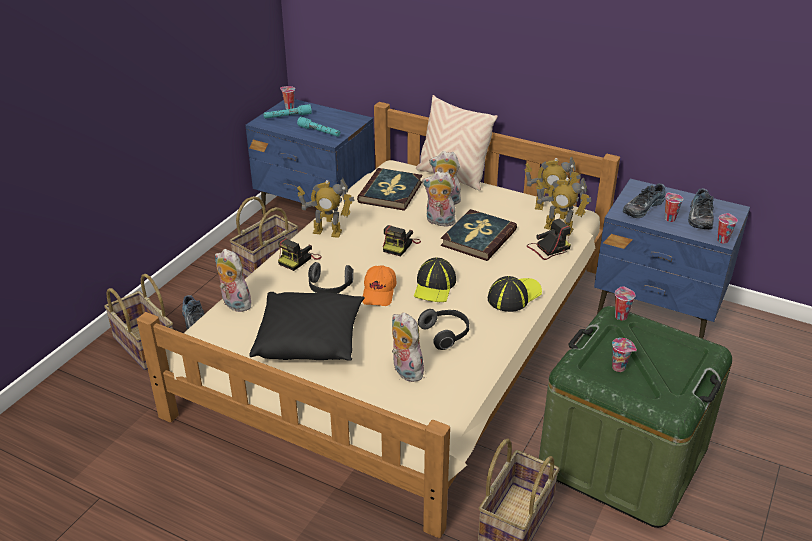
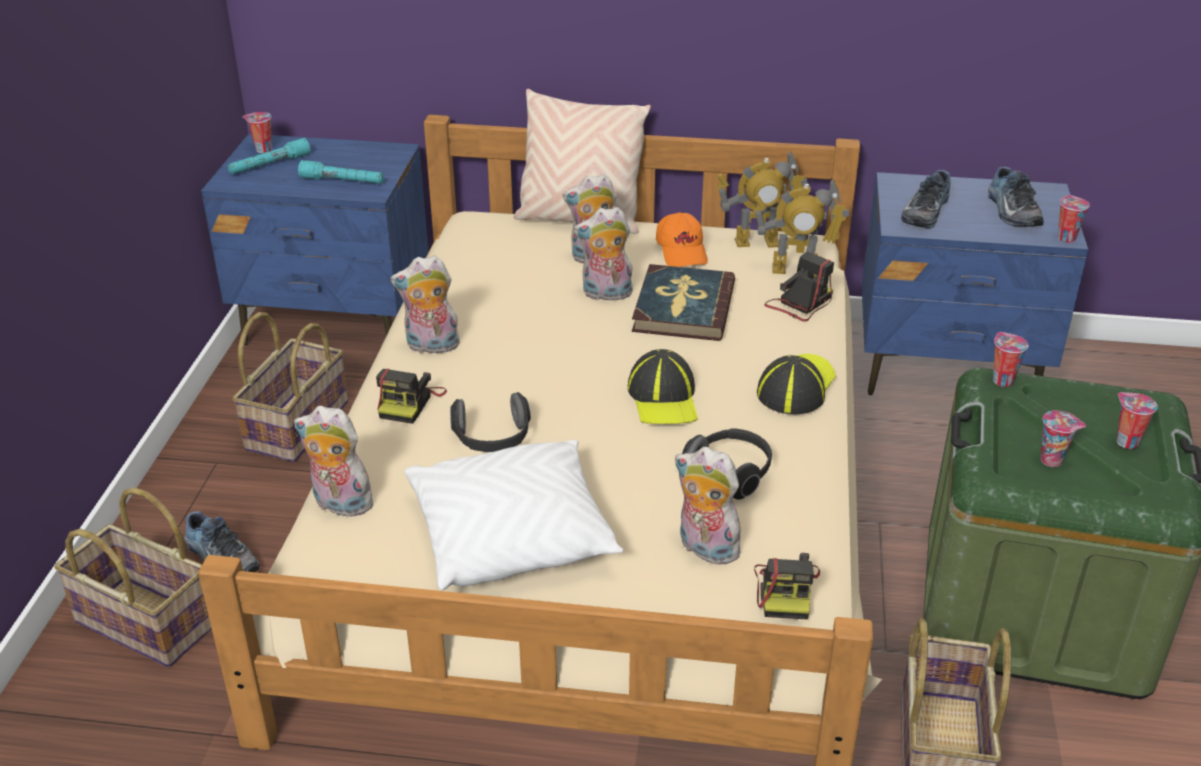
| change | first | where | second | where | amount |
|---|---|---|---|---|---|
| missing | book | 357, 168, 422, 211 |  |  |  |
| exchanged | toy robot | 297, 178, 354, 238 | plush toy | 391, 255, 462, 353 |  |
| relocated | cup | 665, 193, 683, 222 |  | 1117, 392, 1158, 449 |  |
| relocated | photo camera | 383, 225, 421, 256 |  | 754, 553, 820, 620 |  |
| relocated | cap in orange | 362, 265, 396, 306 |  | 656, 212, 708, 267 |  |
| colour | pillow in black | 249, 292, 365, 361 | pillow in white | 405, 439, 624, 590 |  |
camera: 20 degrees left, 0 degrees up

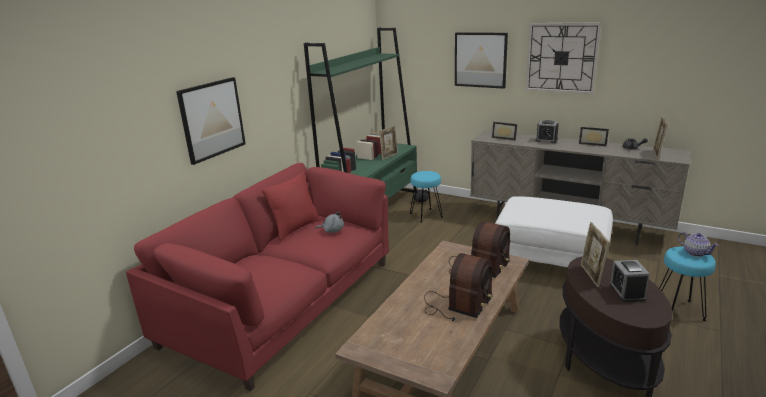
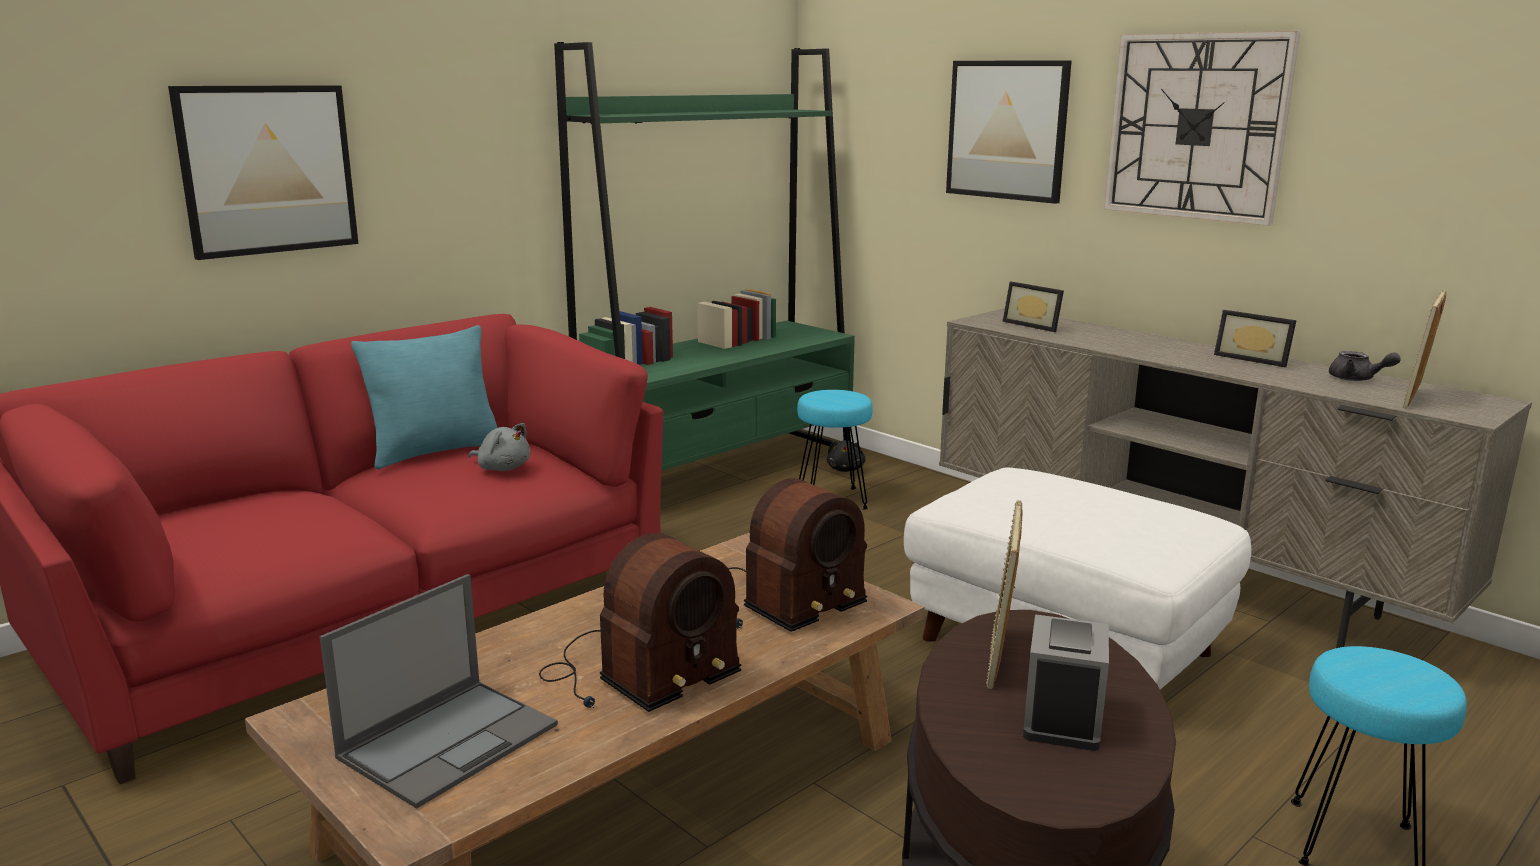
| change | first | where | second | where | amount |
|---|---|---|---|---|---|
| missing | alarm clock | 535, 120, 559, 143 |  |  |  |
| missing | picture frame | 379, 126, 398, 160 |  |  |  |
| colour | pillow in red | 262, 172, 321, 241 | pillow in turquoise | 351, 325, 498, 469 |  |
| missing | teapot | 678, 232, 719, 257 |  |  |  |
| appeared |  |  | laptop | 320, 574, 558, 809 |  |
camera: 15 degrees right, 5 degrees down

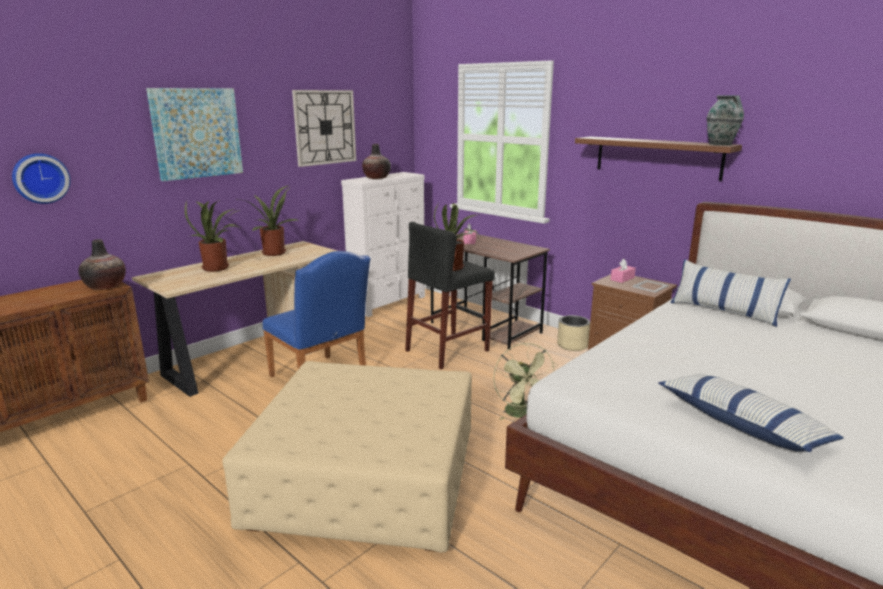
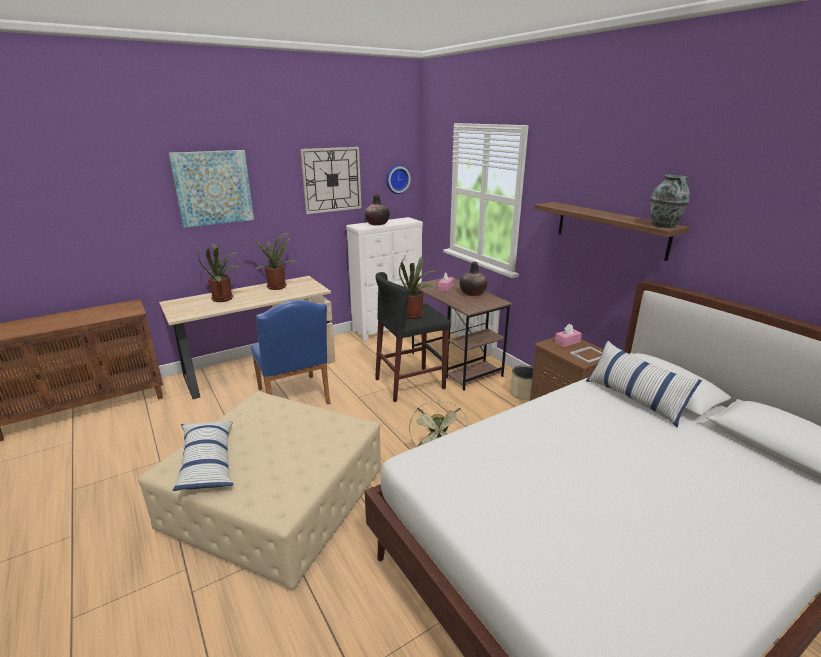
| change | first | where | second | where | amount |
|---|---|---|---|---|---|
| relocated | wall clock | 12, 153, 71, 204 |  | 386, 165, 411, 194 |  |
| relocated | vase | 78, 239, 126, 290 |  | 460, 262, 488, 296 |  |
| relocated | pillow | 658, 374, 844, 452 |  | 173, 422, 233, 491 |  |
camera: 15 degrees right, 5 degrees up

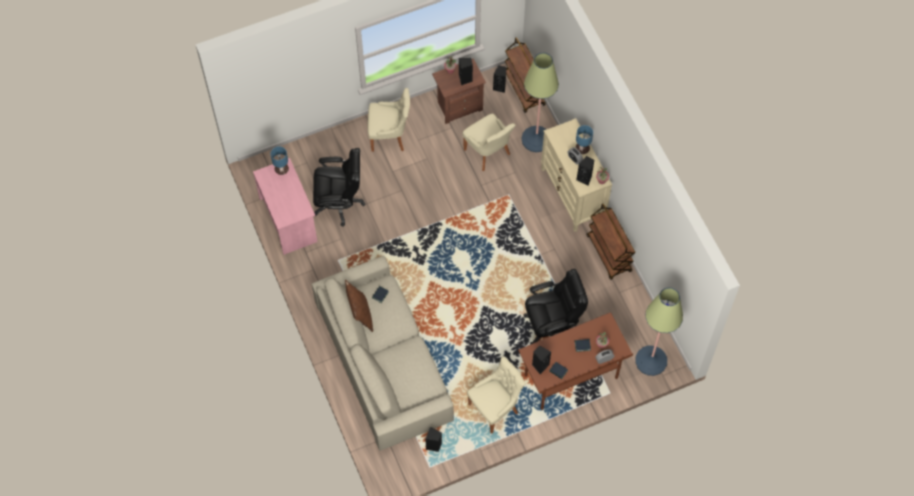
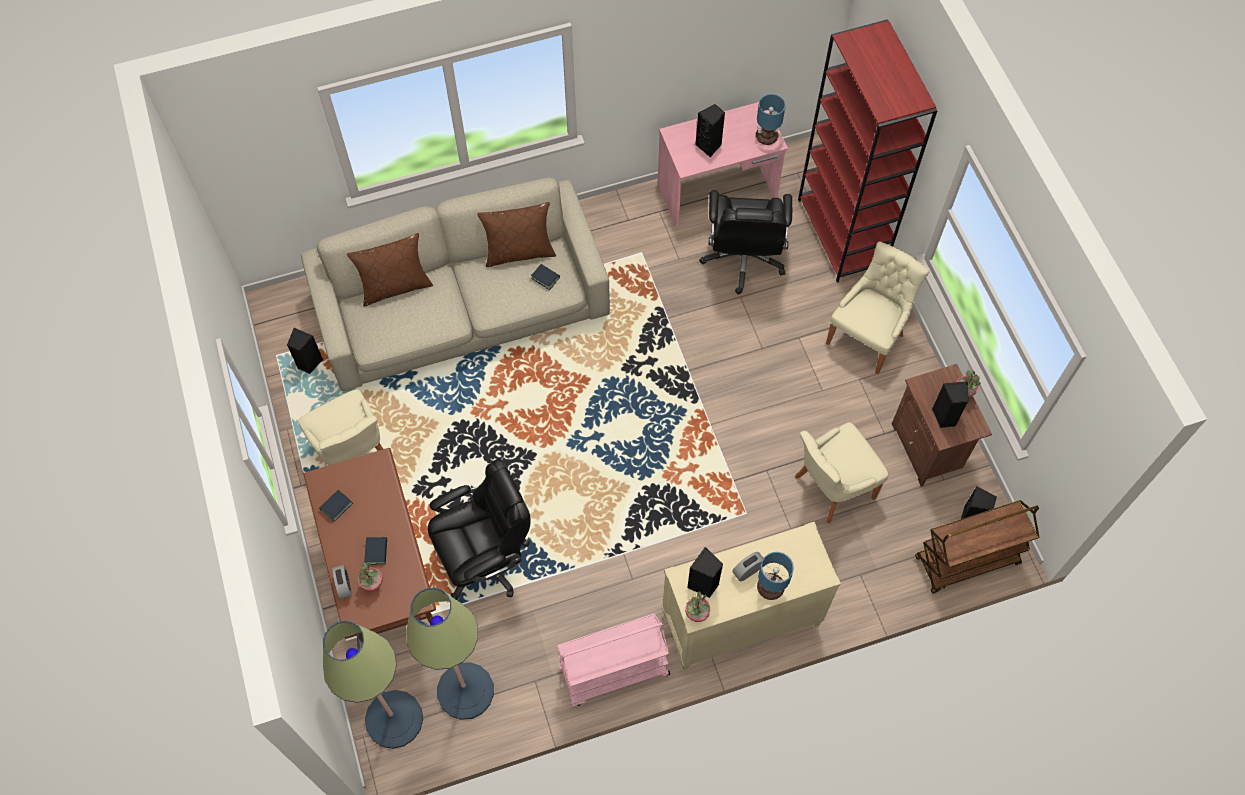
| change | first | where | second | where | amount |
|---|---|---|---|---|---|
| relocated | floor lamp | 521, 52, 559, 152 |  | 406, 587, 494, 720 |  |
| spun | chair in beige | 368, 88, 410, 152 |  | 826, 242, 930, 374 | 150 degrees counterclockwise |
| colour | cart in brown | 587, 204, 635, 280 | cart in pink | 557, 614, 670, 707 |  |
| spun | office chair in black | 524, 269, 588, 345 |  | 428, 459, 531, 600 | 105 degrees counterclockwise |
| relocated | speaker in black | 532, 346, 551, 374 |  | 695, 104, 725, 157 |  |
| appeared |  |  | bookcase in red | 798, 19, 938, 282 |  |
| appeared |  |  | pillow in brown | 347, 233, 433, 307 |  |
camera: 95 degrees right, 0 degrees up

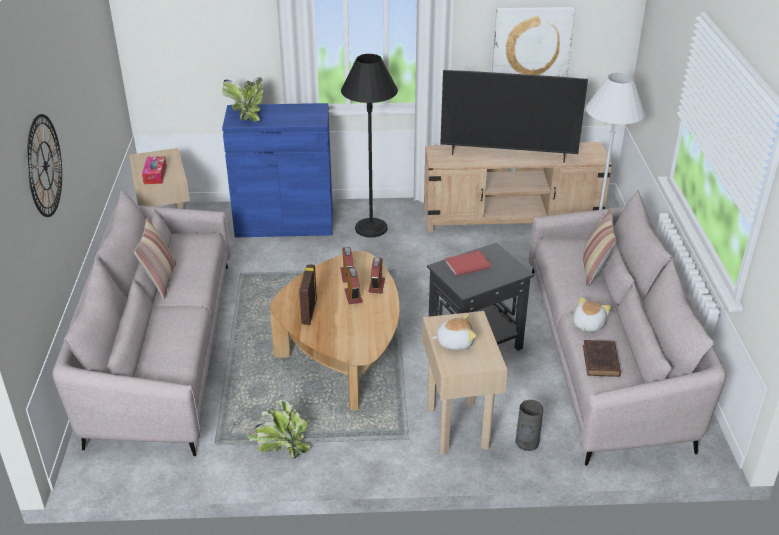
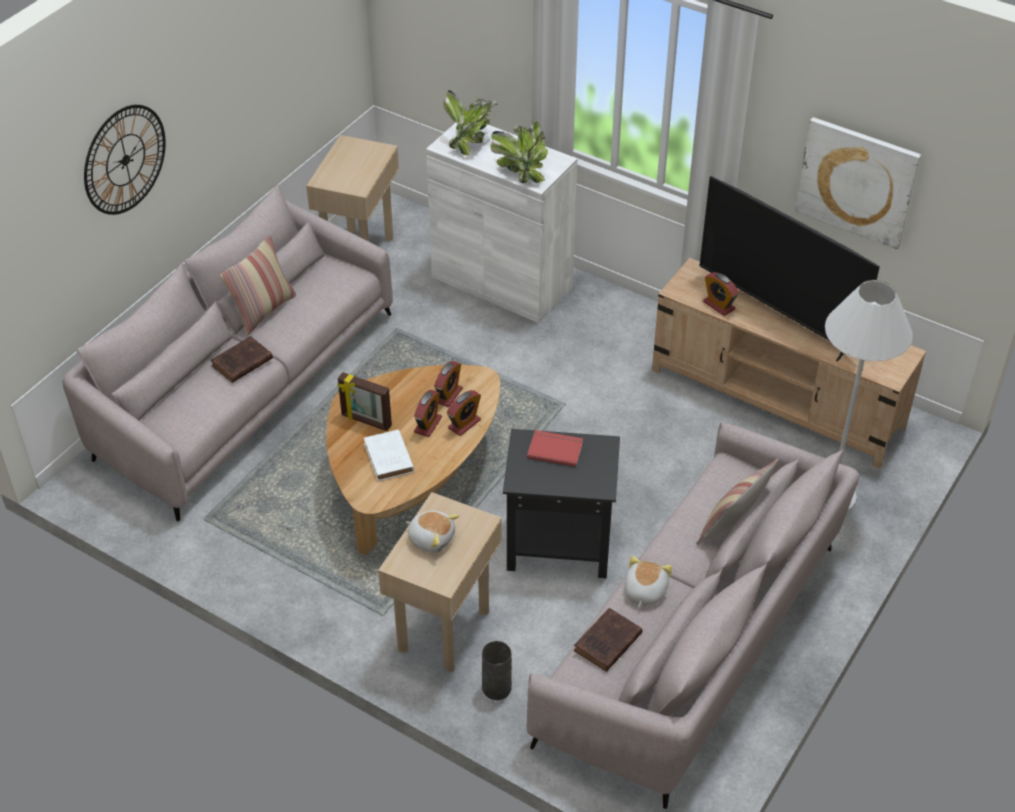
| change | first | where | second | where | amount |
|---|---|---|---|---|---|
| missing | floor lamp in black | 341, 54, 398, 237 |  |  |  |
| colour | cabinet in blue | 222, 103, 333, 238 | cabinet in white | 426, 123, 577, 323 |  |
| missing | tissue box | 142, 156, 167, 184 |  |  |  |
| spun | picture frame | 299, 264, 317, 325 |  | 338, 372, 392, 431 | 105 degrees counterclockwise |
| spun | plush toy | 573, 297, 611, 332 |  | 625, 556, 672, 607 | 45 degrees counterclockwise |
| relocated | potted plant | 247, 399, 311, 459 |  | 490, 121, 548, 183 |  |
| appeared |  |  | alarm clock | 703, 272, 739, 316 |  |
| appeared |  |  | book in brown | 211, 336, 273, 383 |  |
| appeared |  |  | book in white | 364, 430, 414, 481 |  |
camera: 35 degrees right, 10 degrees up

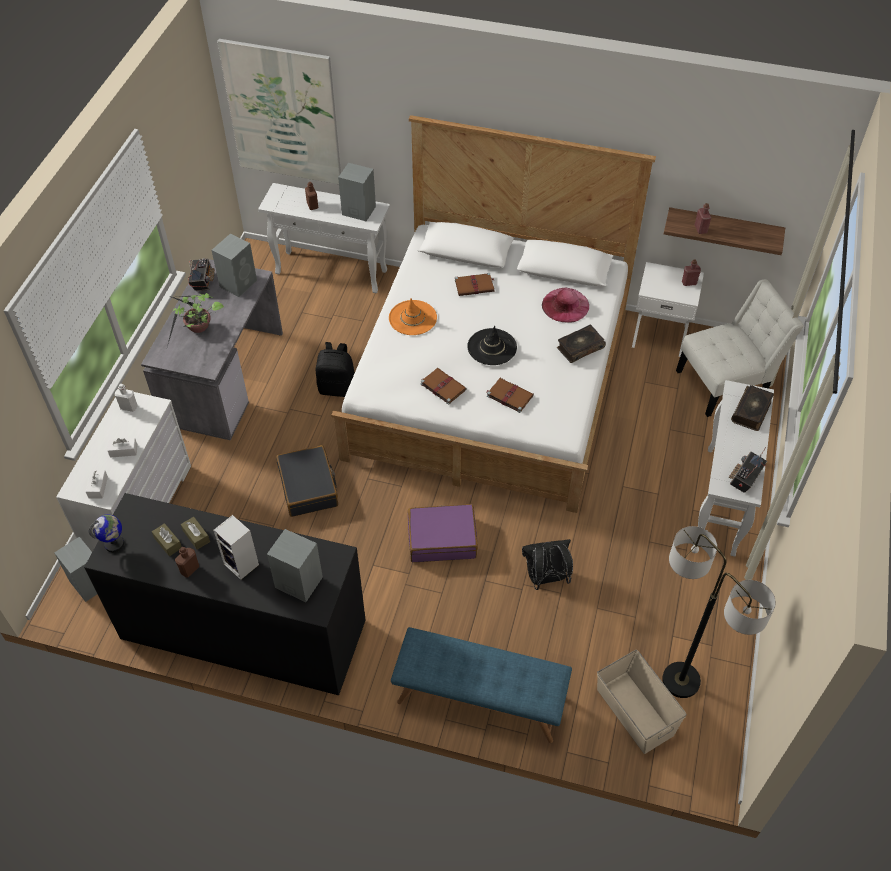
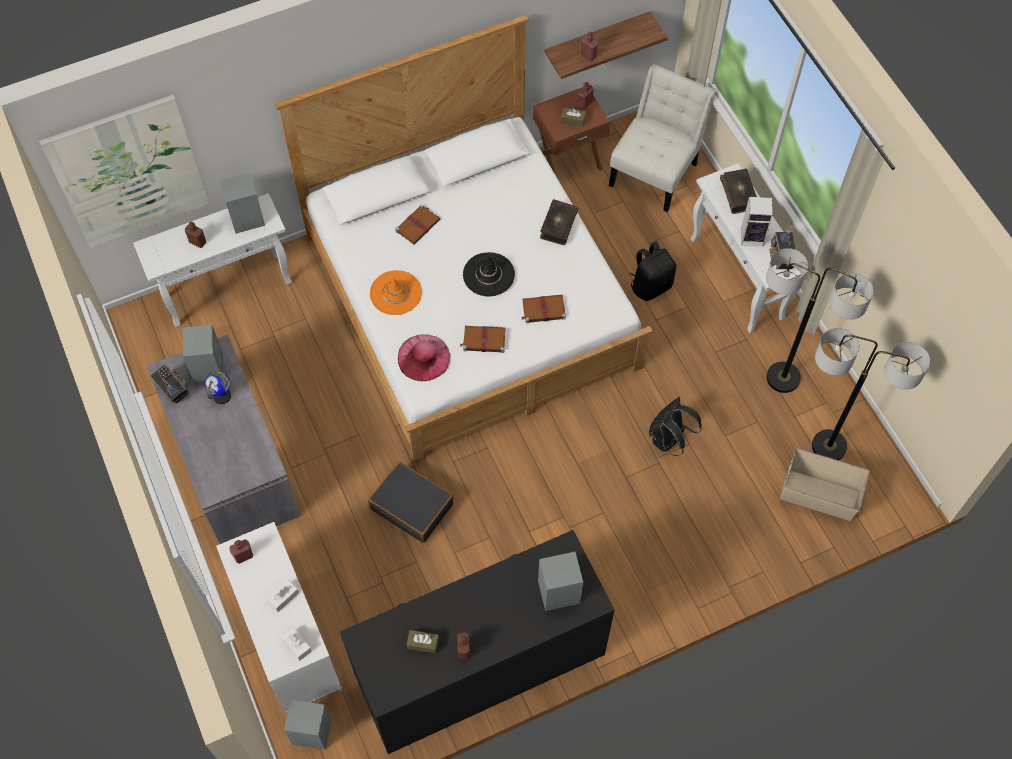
| change | first | where | second | where | amount |
|---|---|---|---|---|---|
| colour | nightstand in white | 632, 262, 704, 357 | nightstand in brown | 533, 87, 610, 173 |  |
| relocated | hat in pink | 542, 287, 589, 323 |  | 398, 334, 450, 381 |  |
| missing | potted plant | 167, 293, 224, 346 |  |  |  |
| relocated | backpack in black | 316, 342, 355, 397 |  | 630, 241, 676, 301 |  |
| colour | bottle in white | 115, 384, 138, 412 | bottle in red | 230, 539, 253, 564 |  |
| missing | suitcase in purple | 408, 504, 478, 562 |  |  |  |
| relocated | globe | 89, 515, 124, 552 |  | 204, 371, 231, 404 |  |
| relocated | speaker | 213, 515, 259, 580 |  | 741, 197, 773, 246 |  |
| relocated | tissue box in brown | 181, 517, 210, 550 |  | 561, 107, 586, 127 |  |
| missing | bench in blue | 391, 627, 572, 743 |  |  |  |
| appeared |  |  | floor lamp | 766, 248, 874, 393 |  |
camera: 40 degrees left, 10 degrees up

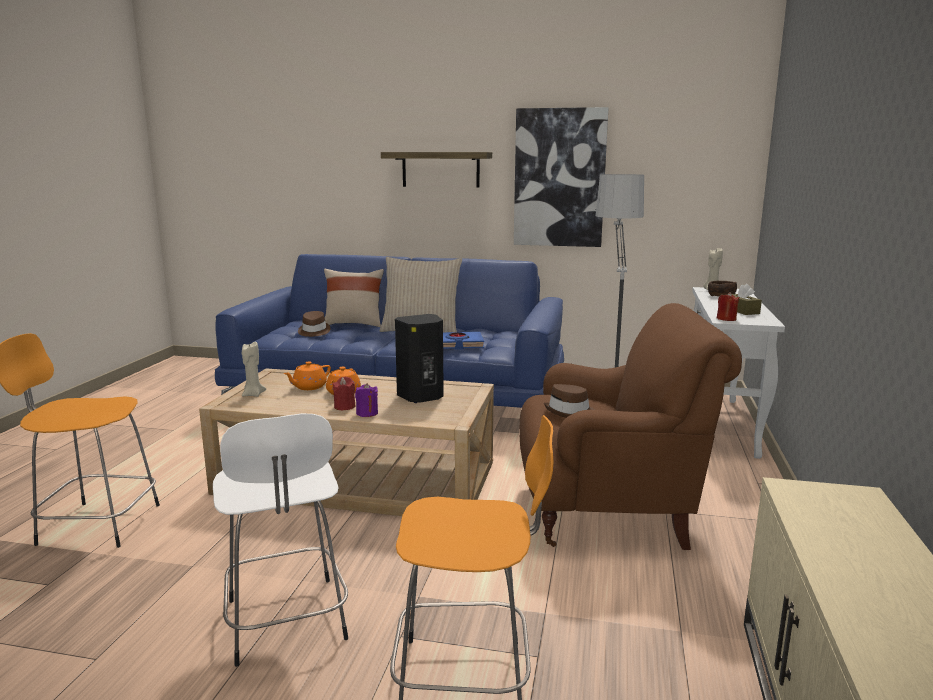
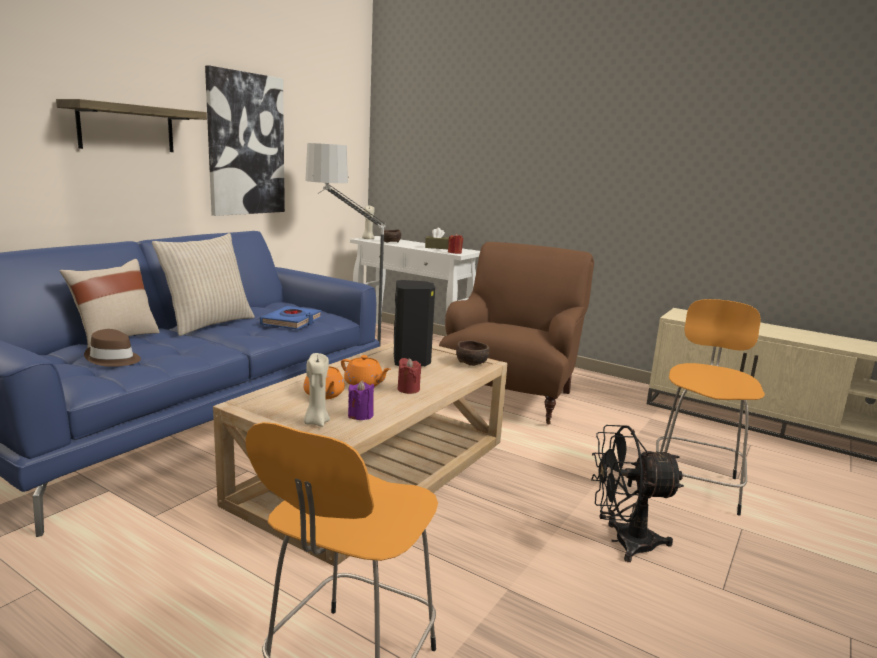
| change | first | where | second | where | amount |
|---|---|---|---|---|---|
| relocated | candle in purple | 355, 383, 378, 417 |  | 348, 380, 374, 420 |  |
| missing | hat in brown | 544, 384, 595, 418 |  |  |  |
| exchanged | stool in white | 213, 414, 348, 667 | fan in black | 591, 425, 684, 562 |  |
| appeared |  |  | bowl in brown | 456, 340, 490, 366 |  |
camera: 70 degrees left, 0 degrees up

